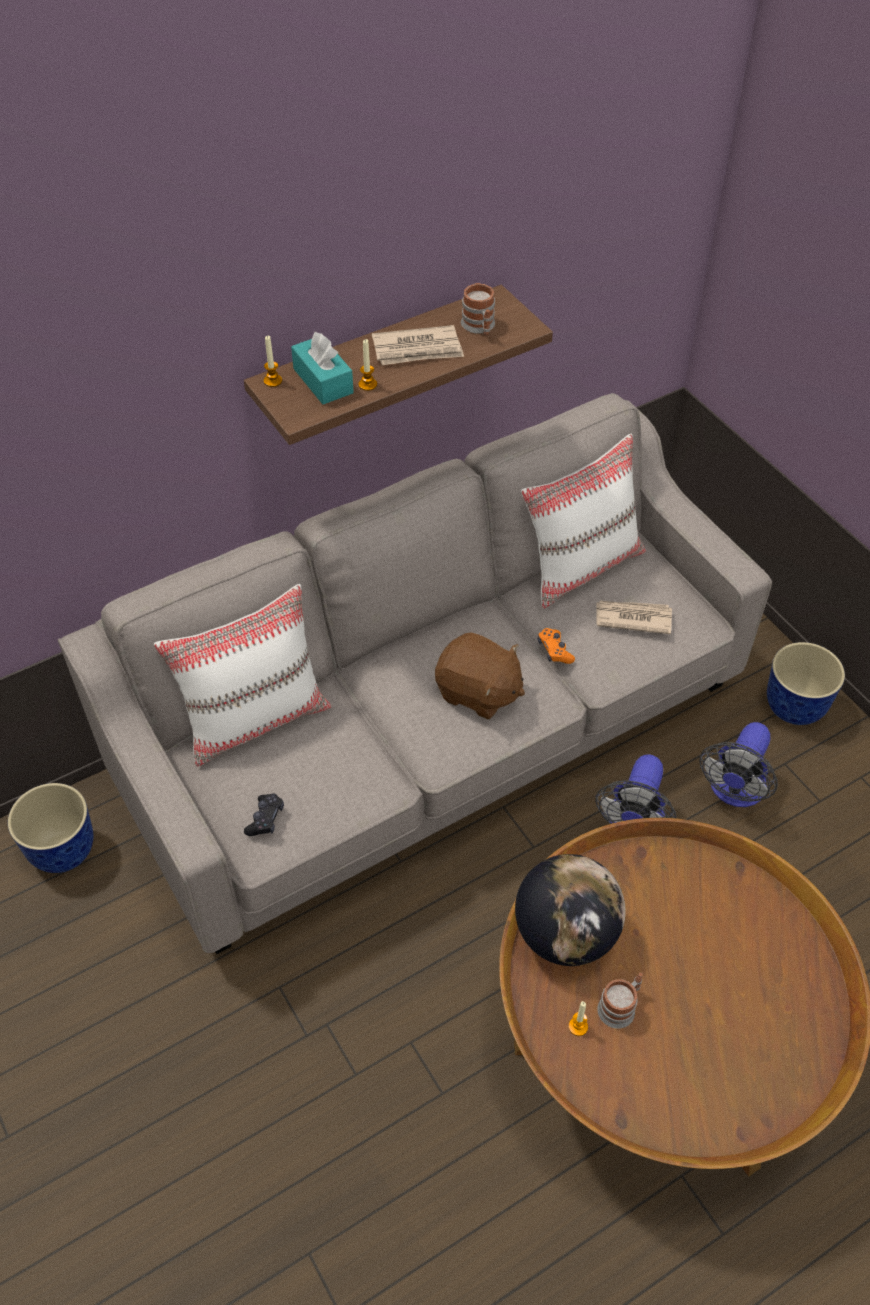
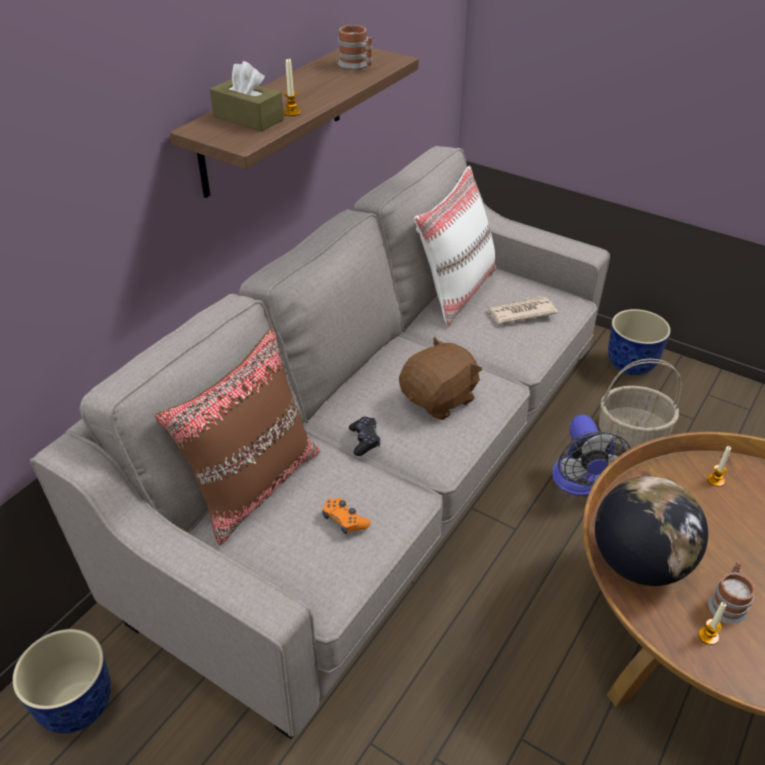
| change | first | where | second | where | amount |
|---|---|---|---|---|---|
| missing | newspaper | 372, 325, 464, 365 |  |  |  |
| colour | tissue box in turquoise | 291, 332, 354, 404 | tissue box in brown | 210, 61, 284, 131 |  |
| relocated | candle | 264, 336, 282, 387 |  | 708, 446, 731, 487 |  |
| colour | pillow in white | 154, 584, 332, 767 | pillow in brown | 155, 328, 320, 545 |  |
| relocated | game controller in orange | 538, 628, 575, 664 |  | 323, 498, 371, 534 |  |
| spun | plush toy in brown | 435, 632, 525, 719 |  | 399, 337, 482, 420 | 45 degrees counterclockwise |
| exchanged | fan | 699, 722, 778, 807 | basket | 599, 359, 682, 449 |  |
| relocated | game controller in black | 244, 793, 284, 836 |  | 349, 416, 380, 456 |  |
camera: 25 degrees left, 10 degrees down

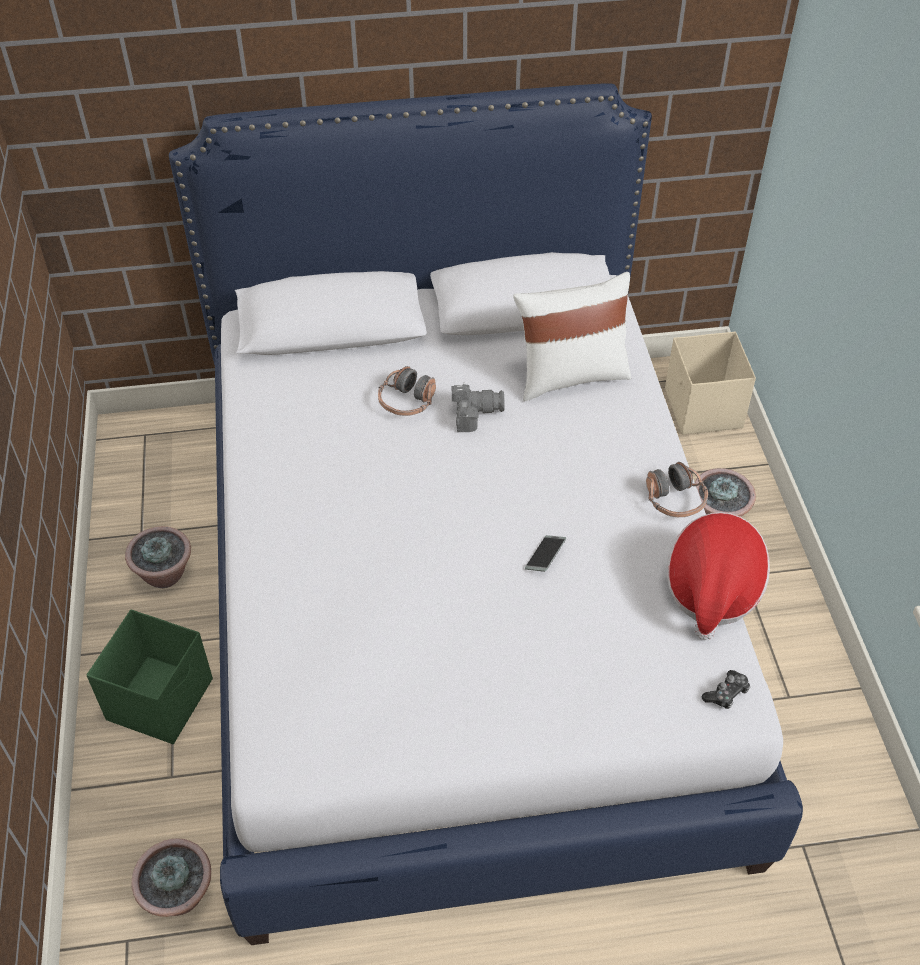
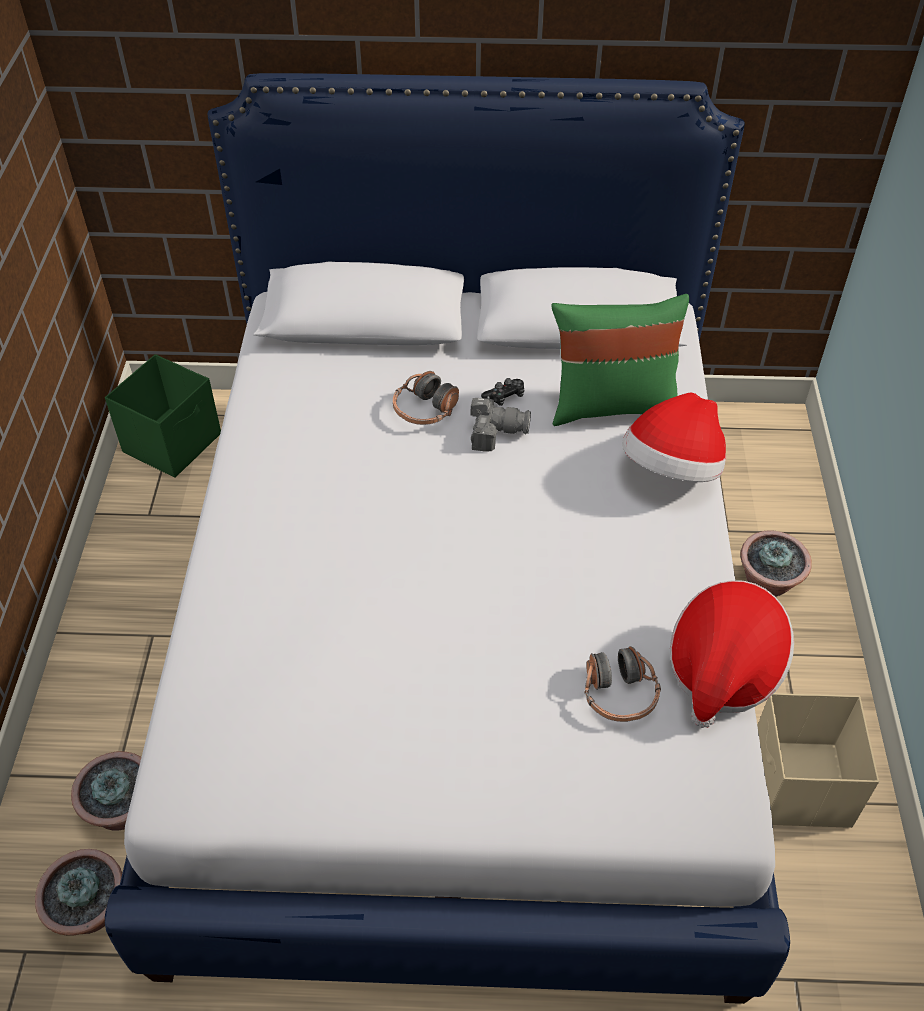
| change | first | where | second | where | amount |
|---|---|---|---|---|---|
| colour | pillow in white | 513, 272, 631, 401 | pillow in green | 551, 294, 689, 426 |  |
| relocated | storage box in beige | 665, 332, 756, 435 |  | 757, 693, 879, 828 |  |
| relocated | headphones | 646, 462, 708, 517 |  | 584, 646, 661, 722 |  |
| relocated | potted plant | 125, 526, 191, 588 |  | 71, 751, 141, 830 |  |
| missing | phone | 525, 535, 566, 572 |  |  |  |
| relocated | storage box in green | 86, 609, 213, 744 |  | 105, 354, 221, 478 |  |
| relocated | game controller | 702, 670, 751, 709 |  | 481, 378, 524, 406 |  |
| appeared |  |  | hat | 622, 392, 726, 482 |  |
camera: 10 degrees right, 0 degrees up

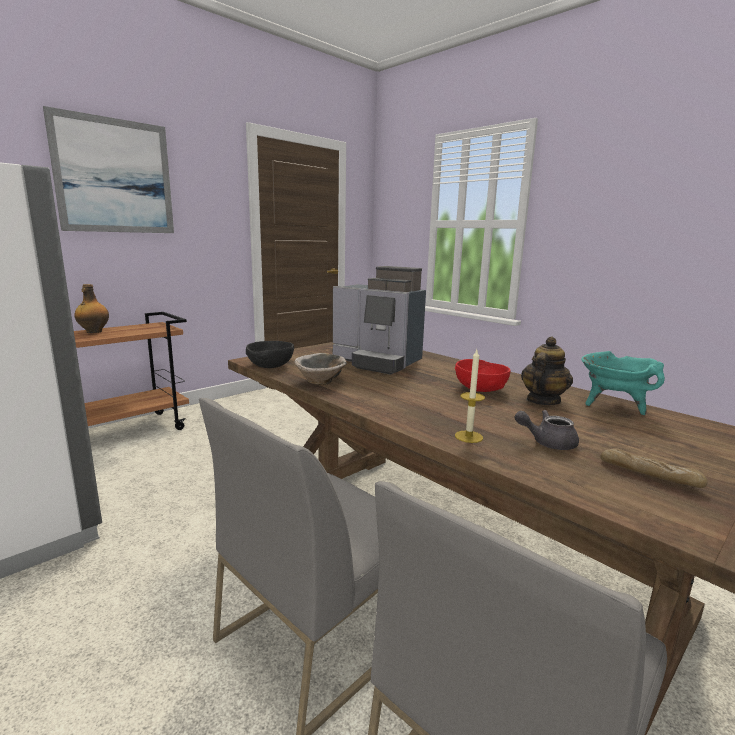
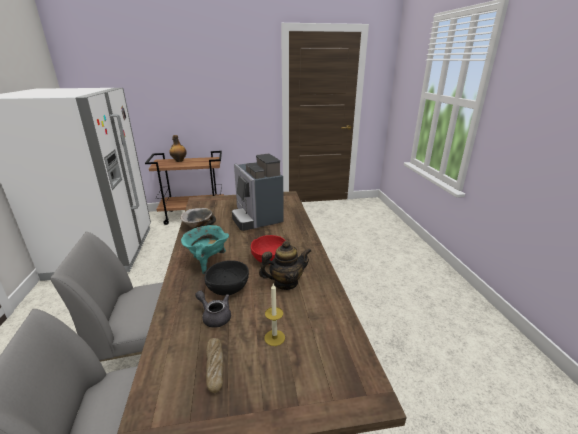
| change | first | where | second | where | amount |
|---|---|---|---|---|---|
| missing | picture | 43, 106, 174, 233 |  |  |  |
| relocated | bowl in black | 246, 341, 295, 368 |  | 205, 260, 249, 295 |  |
| relocated | candle | 455, 350, 485, 443 |  | 264, 283, 285, 346 |  |
| relocated | cooking pot in turquoise | 581, 351, 665, 415 |  | 181, 225, 229, 274 |  |
camera: 35 degrees right, 10 degrees up

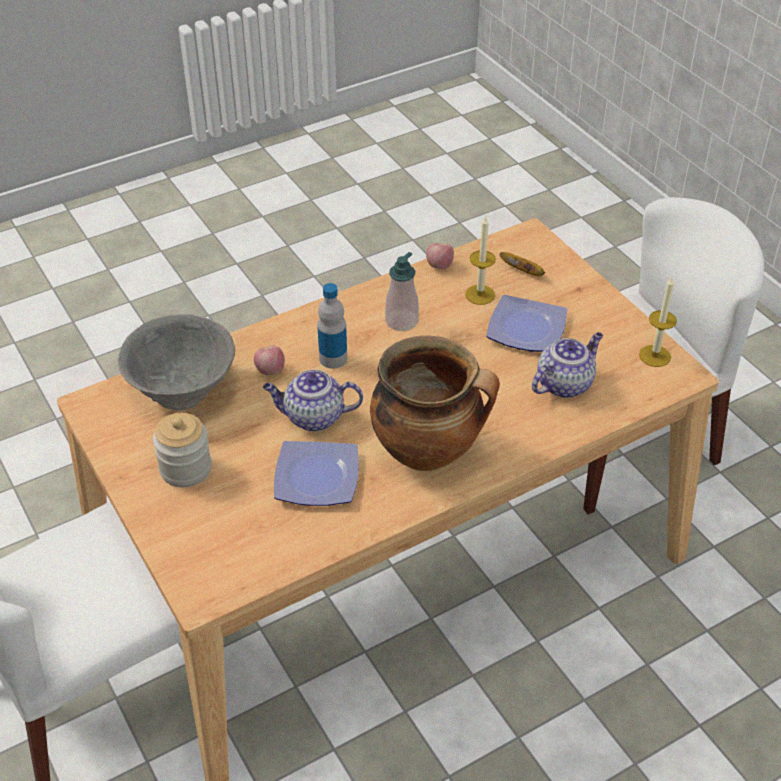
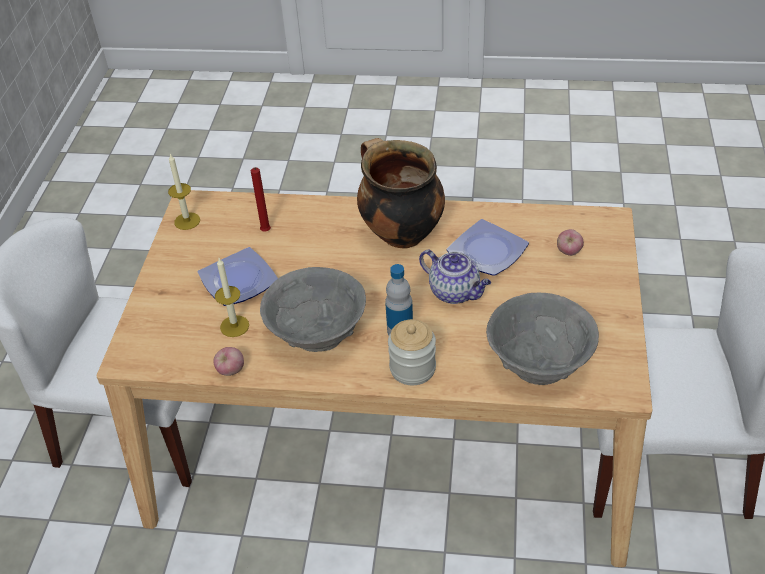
| change | first | where | second | where | amount |
|---|---|---|---|---|---|
| exchanged | soap dispenser | 385, 252, 419, 331 | bowl in grey | 260, 267, 366, 352 |  |
| missing | banana | 499, 252, 545, 277 |  |  |  |
| exchanged | teapot | 532, 332, 603, 398 | candle in red | 251, 167, 271, 232 |  |
| relocated | apple | 254, 345, 285, 375 |  | 557, 229, 584, 256 |  |
| relocated | jar | 153, 413, 212, 487 |  | 388, 319, 436, 385 |  |
camera: 140 degrees left, 0 degrees up

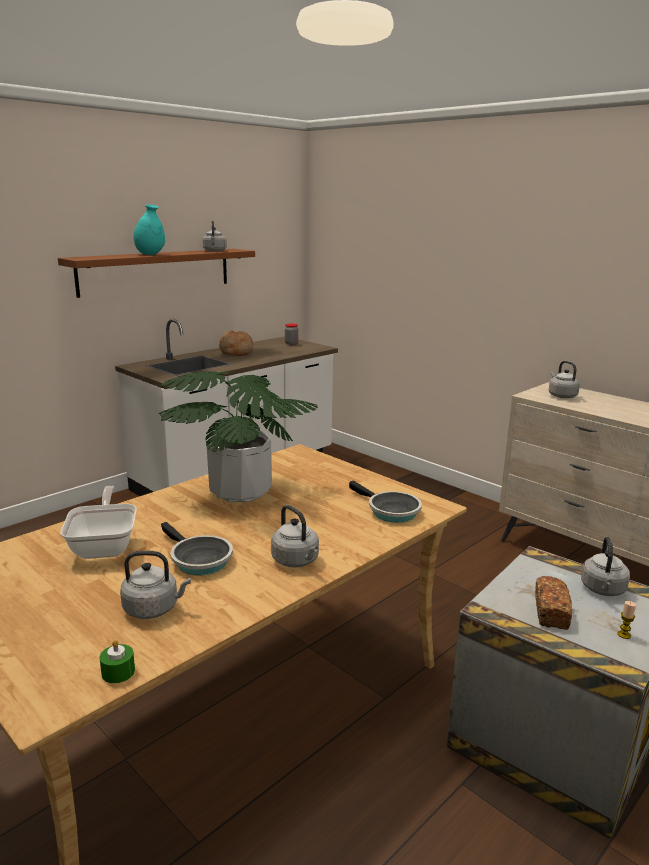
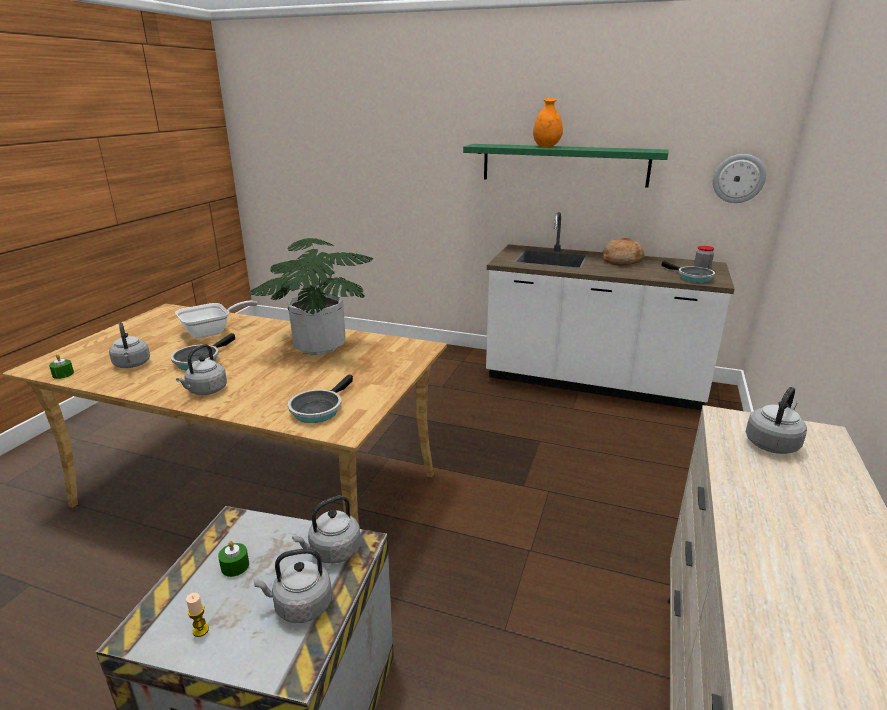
| change | first | where | second | where | amount |
|---|---|---|---|---|---|
| colour | vase in turquoise | 134, 204, 165, 255 | vase in orange | 533, 98, 563, 148 |  |
| relocated | kettle in grey | 203, 220, 227, 252 |  | 292, 495, 361, 564 |  |
| colour | shelf in brown | 58, 249, 255, 298 | shelf in green | 463, 144, 669, 187 |  |
| exchanged | bread | 535, 576, 572, 630 | candle in green | 218, 541, 249, 577 |  |
| appeared |  |  | wall clock | 713, 154, 766, 203 |  |
| appeared |  |  | frying pan | 662, 261, 715, 283 |  |
camera: 65 degrees right, 5 degrees up

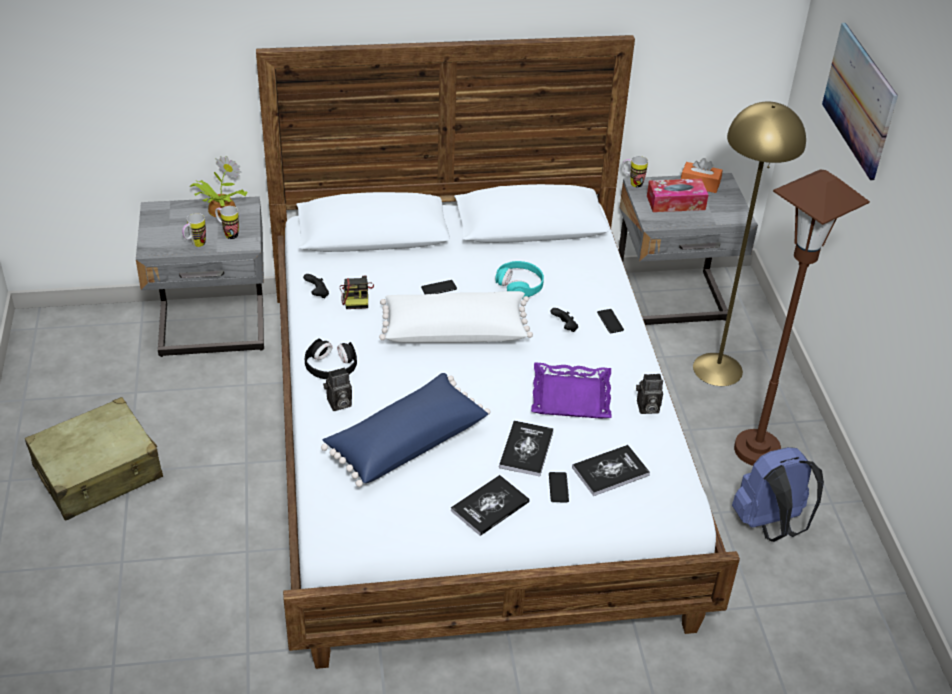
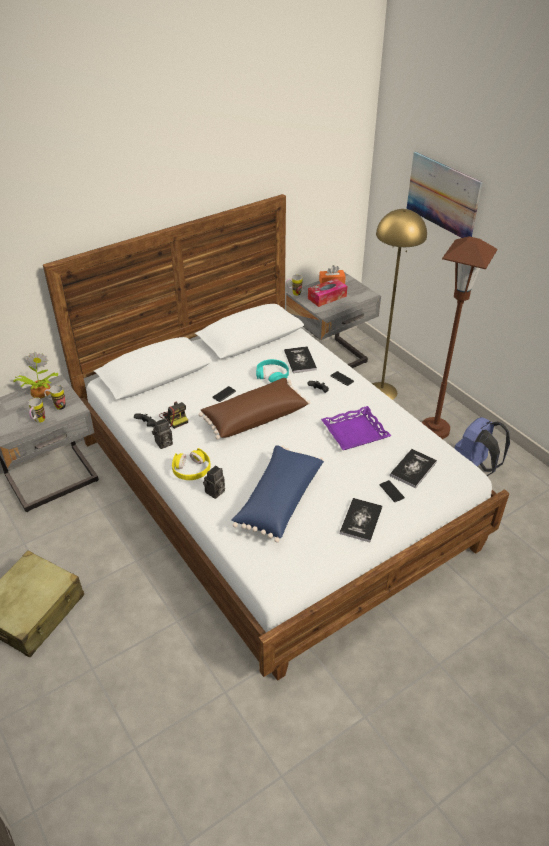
| change | first | where | second | where | amount |
|---|---|---|---|---|---|
| colour | pillow in white | 379, 291, 533, 343 | pillow in brown | 199, 378, 310, 440 |  |
| colour | headphones in black | 305, 338, 357, 379 | headphones in yellow | 172, 448, 211, 480 |  |
| relocated | photo camera | 636, 374, 663, 414 |  | 152, 418, 173, 449 |  |
| relocated | book | 499, 421, 554, 477 |  | 284, 346, 317, 373 |  |
camera: 25 degrees left, 0 degrees up

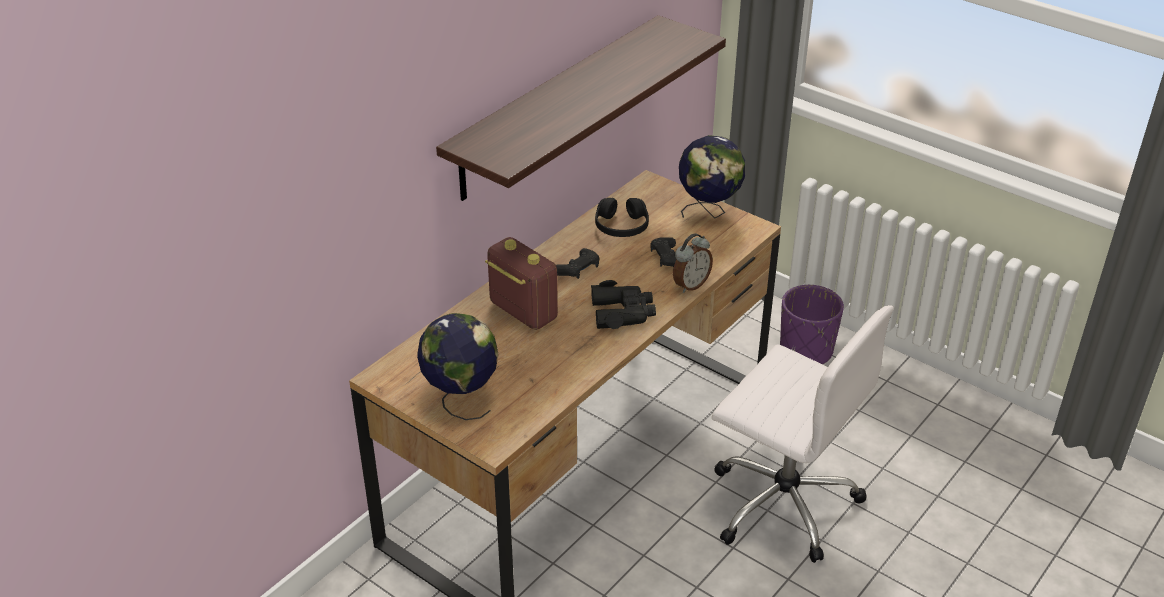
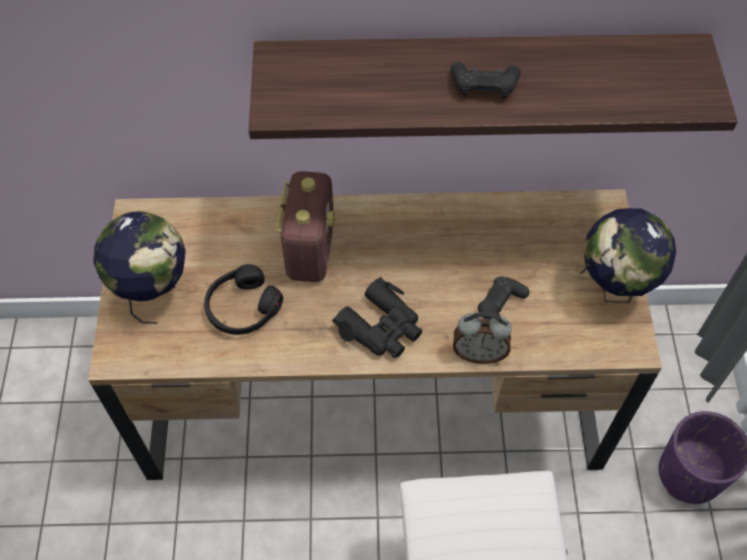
| change | first | where | second | where | amount |
|---|---|---|---|---|---|
| relocated | headphones in black | 595, 198, 649, 237 |  | 204, 264, 283, 335 |  |
| relocated | game controller in black | 556, 248, 599, 279 |  | 450, 62, 521, 99 |  |
camera: 50 degrees right, 20 degrees up

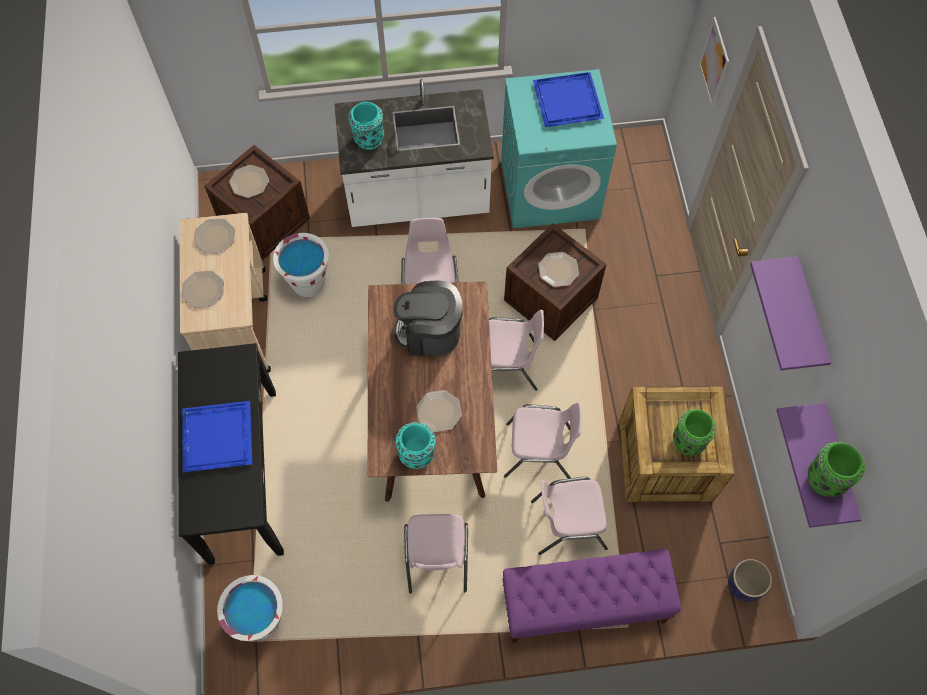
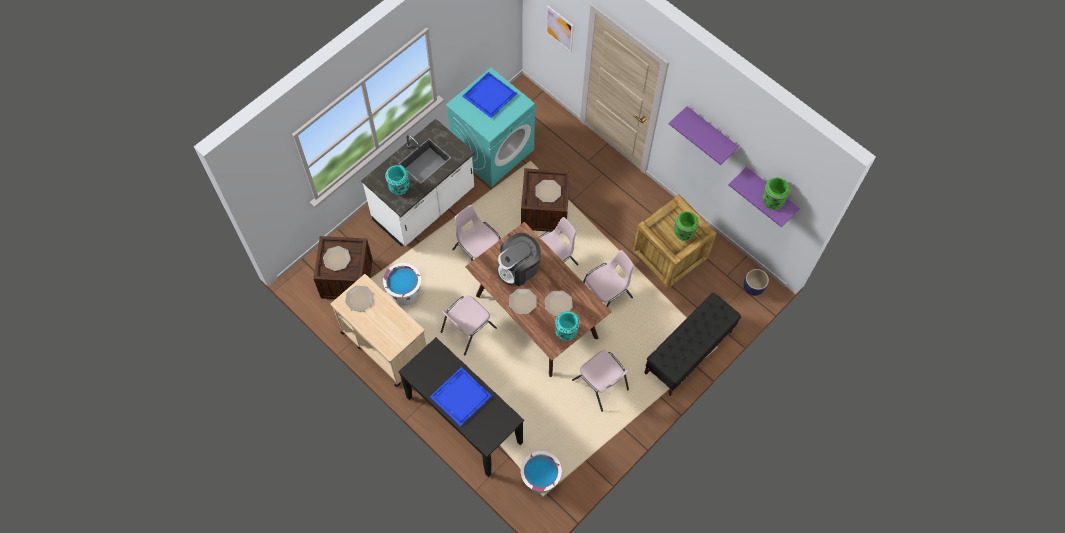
| change | first | where | second | where | amount |
|---|---|---|---|---|---|
| relocated | plate | 182, 271, 224, 308 |  | 509, 289, 537, 314 |  |
| relocated | chair in pink | 531, 477, 608, 555 |  | 441, 295, 497, 356 |  |
| colour | bench in purple | 502, 549, 681, 643 | bench in black | 644, 293, 741, 396 |  |
camera: 40 degrees left, 0 degrees up

